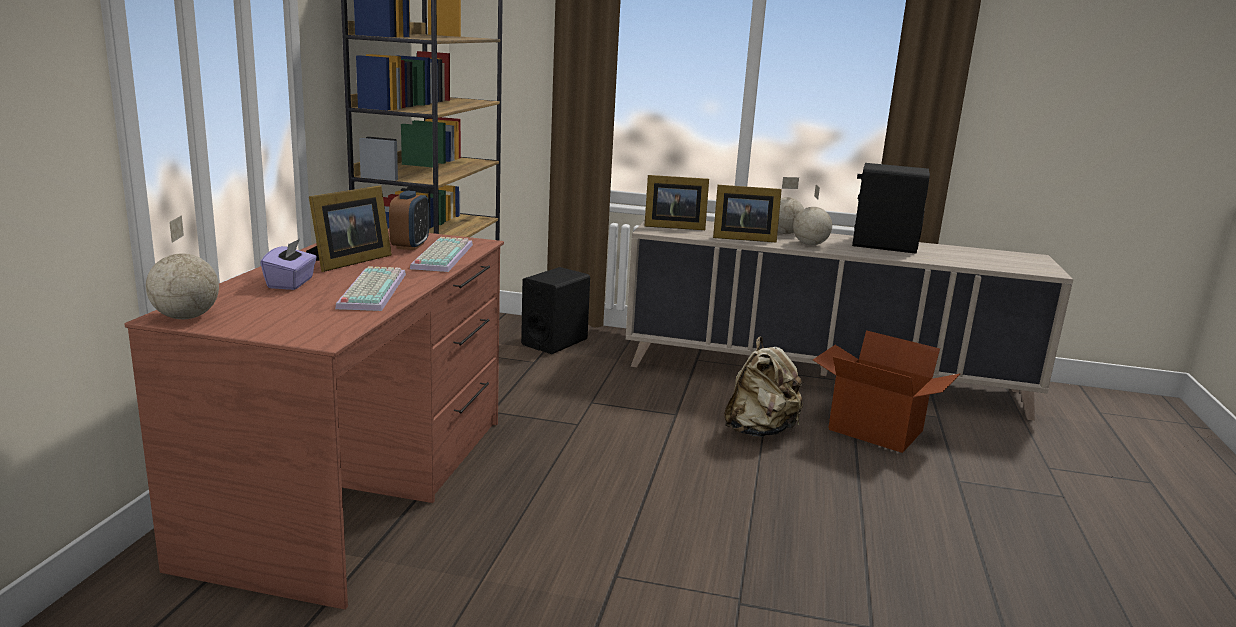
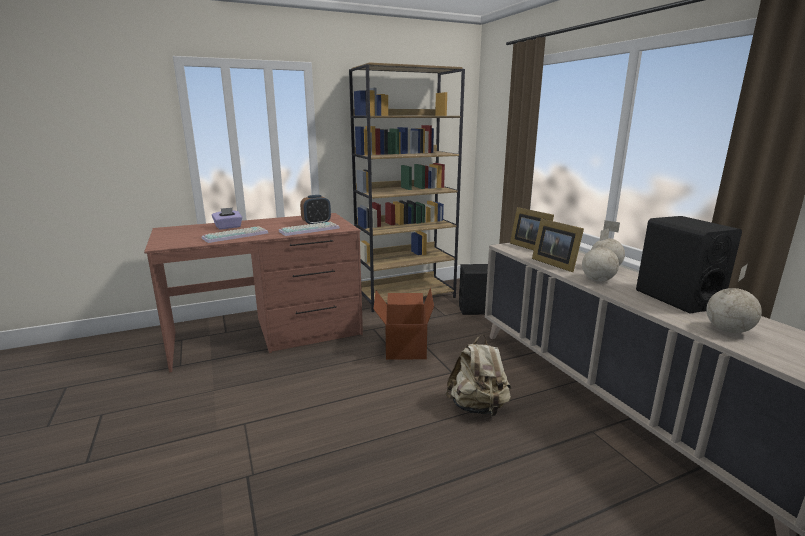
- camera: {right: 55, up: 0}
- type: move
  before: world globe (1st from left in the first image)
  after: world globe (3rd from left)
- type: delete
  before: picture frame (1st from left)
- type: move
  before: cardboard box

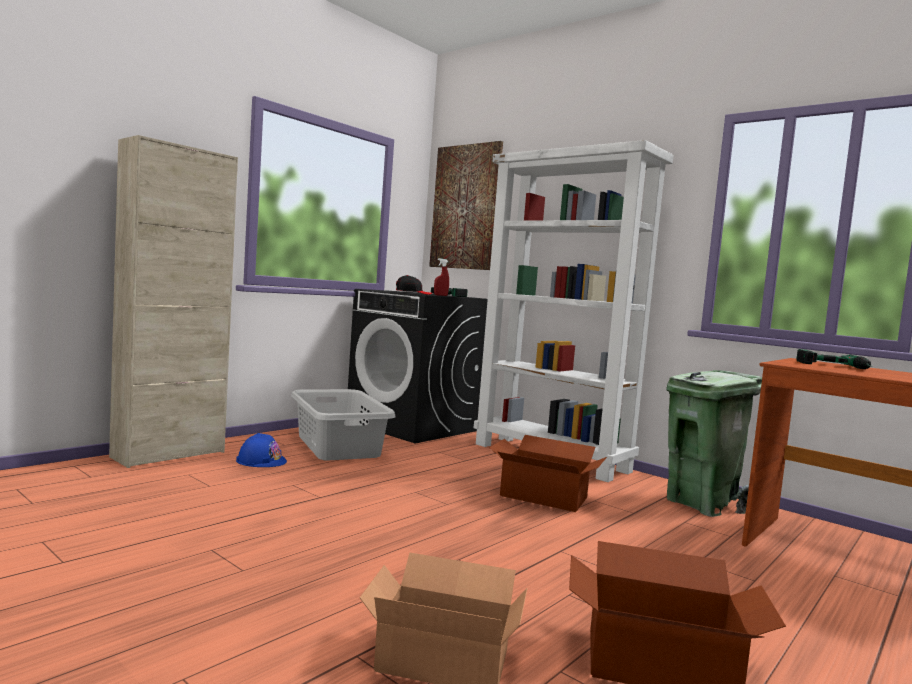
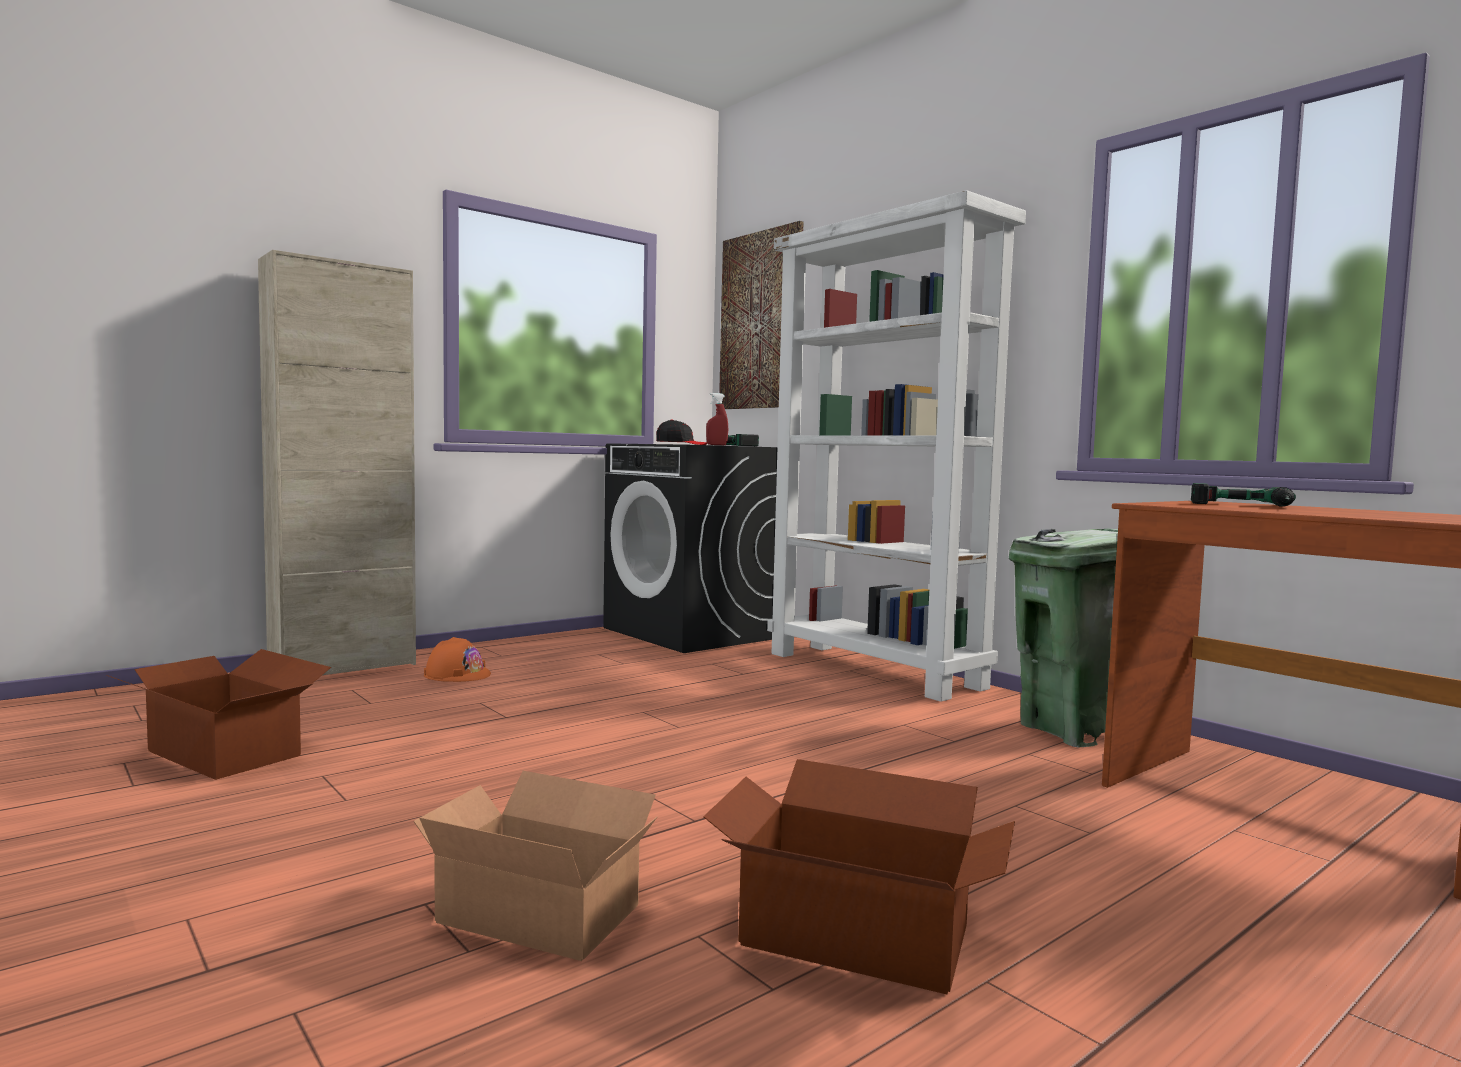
- camera: {right: 10, up: 0}
- type: recolor
  before: bluish safety helmet
  after: orange-coloured safety helmet
- type: delete
  before: gray washing basket
- type: move
  before: cardboard box (2nd from left in the first image)
  after: cardboard box (1st from left)

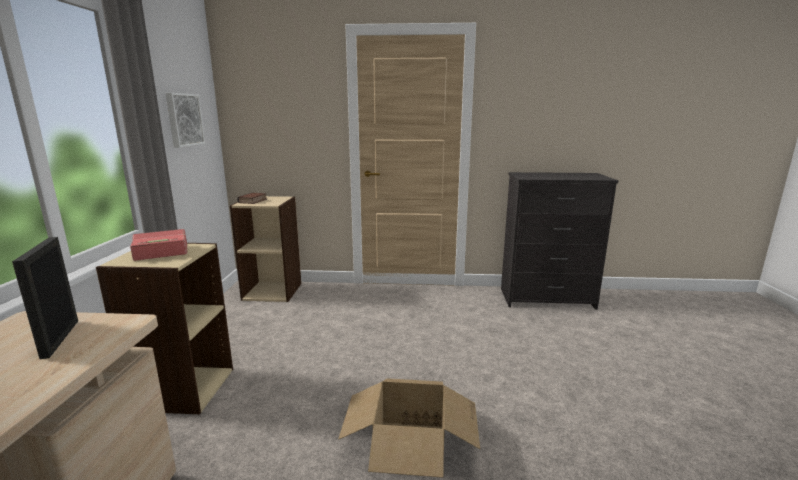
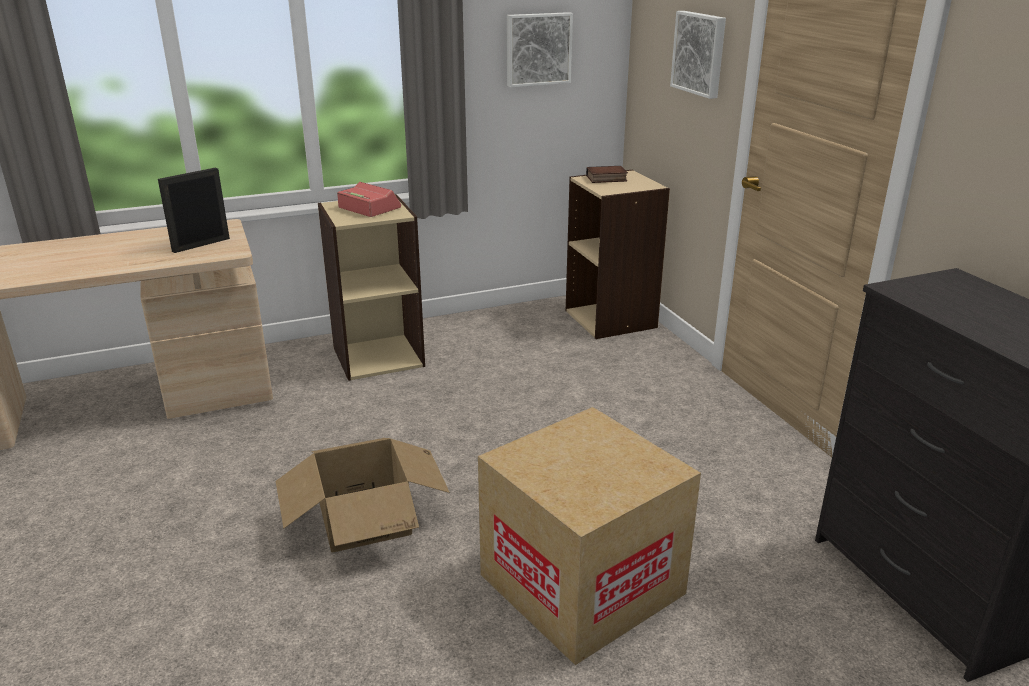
- camera: {right: 65, up: 10}
- type: insert
  after: cardboard box (2nd from left)
- type: insert
  after: wall picture (2nd from left)

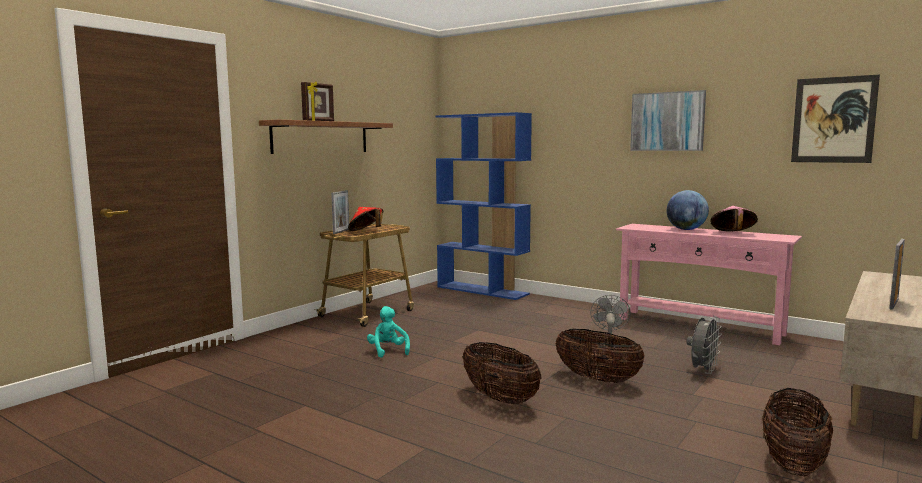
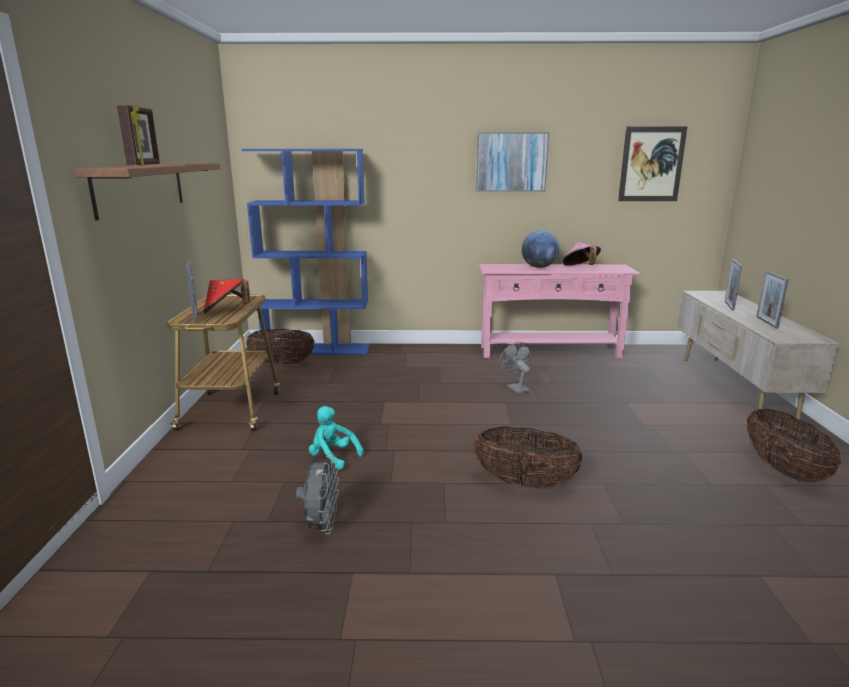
- camera: {right: -35, up: 10}
- type: move
  before: basket (2nd from left in the first image)
  after: basket (1st from left)
- type: move
  before: gray electric fan (2nd from left in the first image)
  after: gray electric fan (1st from left)
- type: insert
  after: picture frame (3rd from left)

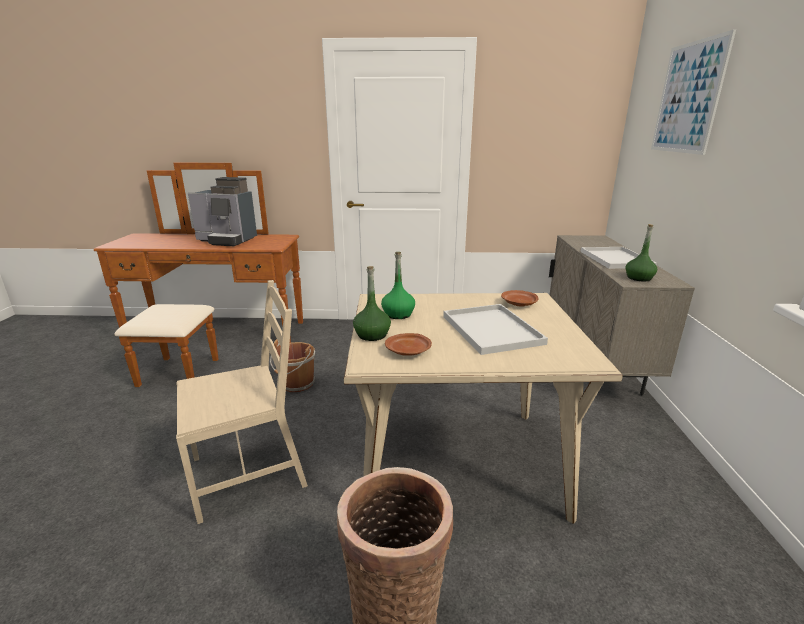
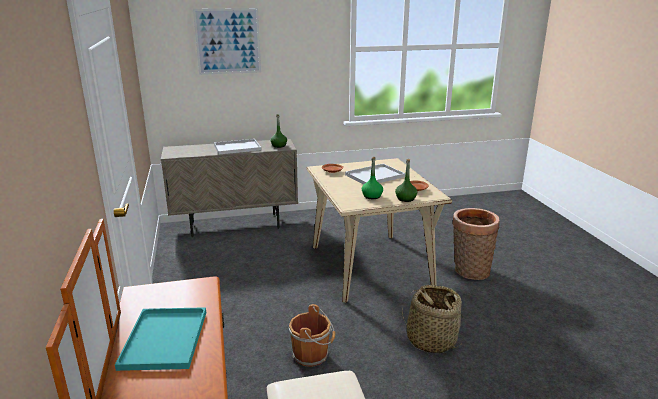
- camera: {right: -105, up: 0}
- type: replace
  before: sand-coloured upright chair
  after: basket (1st from left)
- type: replace
  before: coffee maker
  after: turquoise-coloured carrying tray

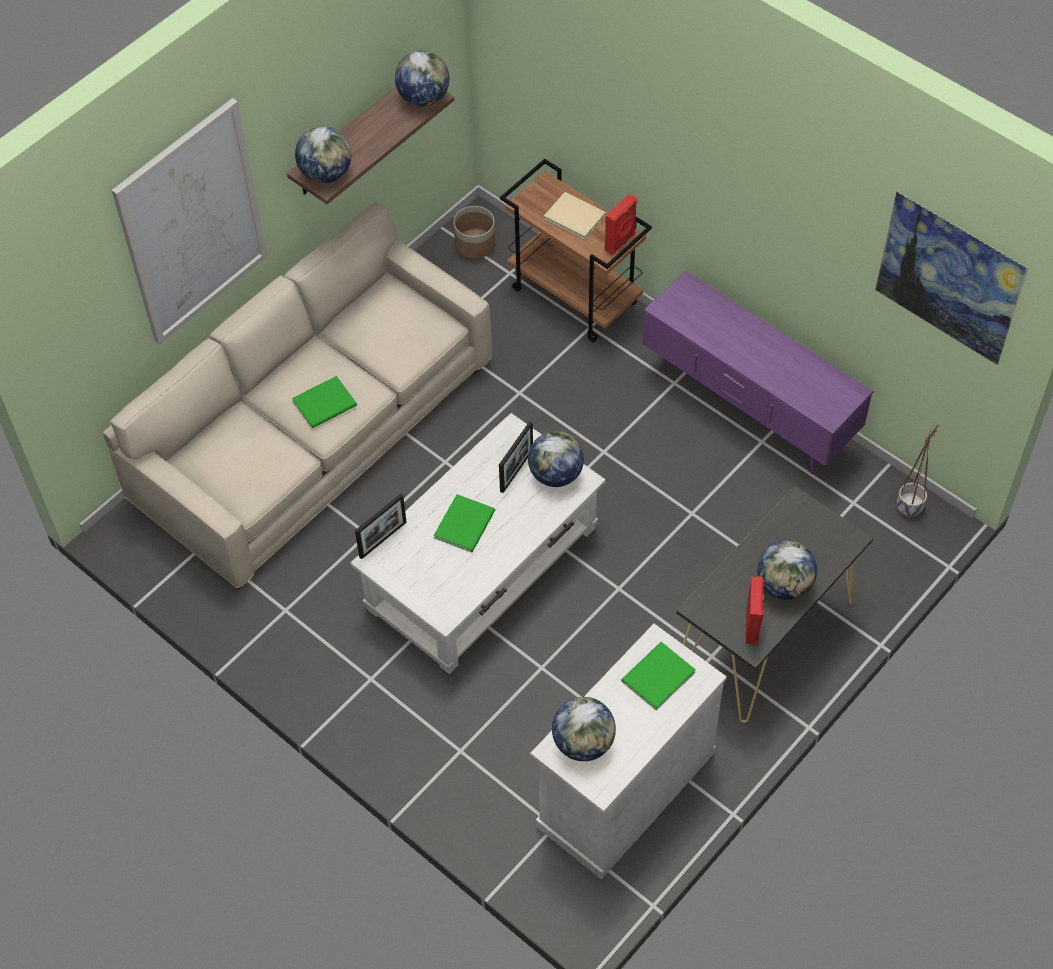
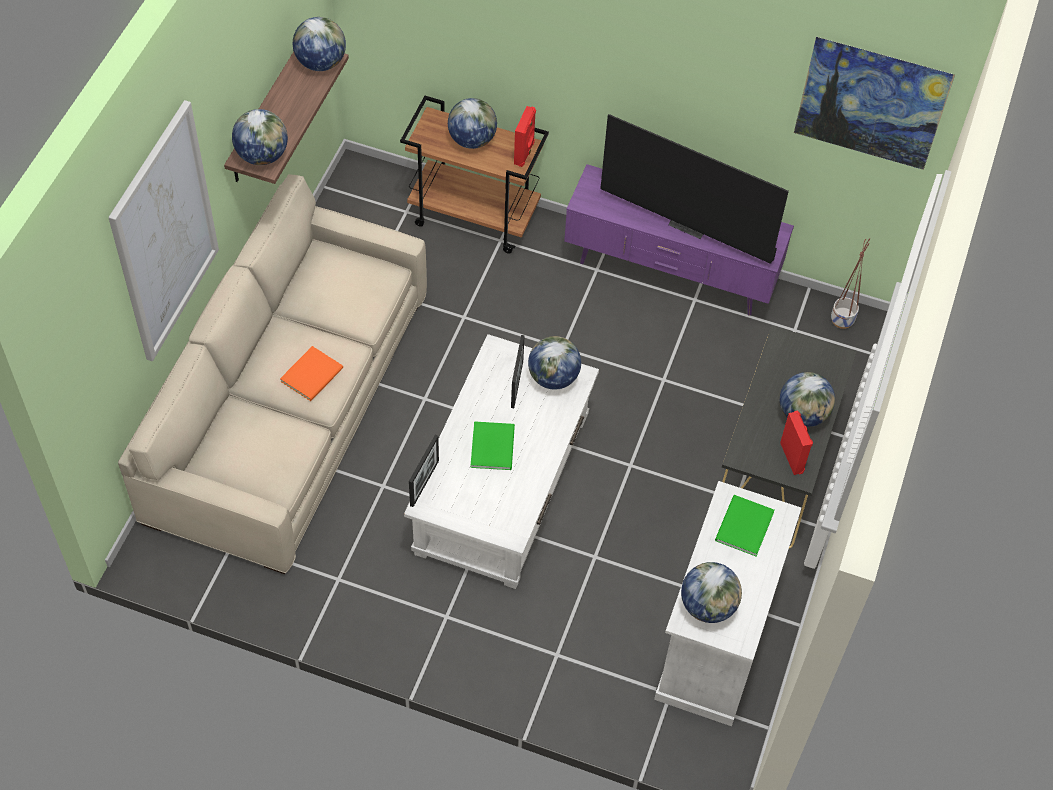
- camera: {right: -25, up: 0}
- type: recolor
  before: greenish bound book (1st from left)
  after: orange-coloured bound book
- type: delete
  before: flower pot (1st from left)
- type: replace
  before: sand-coloured bound book
  after: world globe (3rd from left)
- type: insert
  after: television

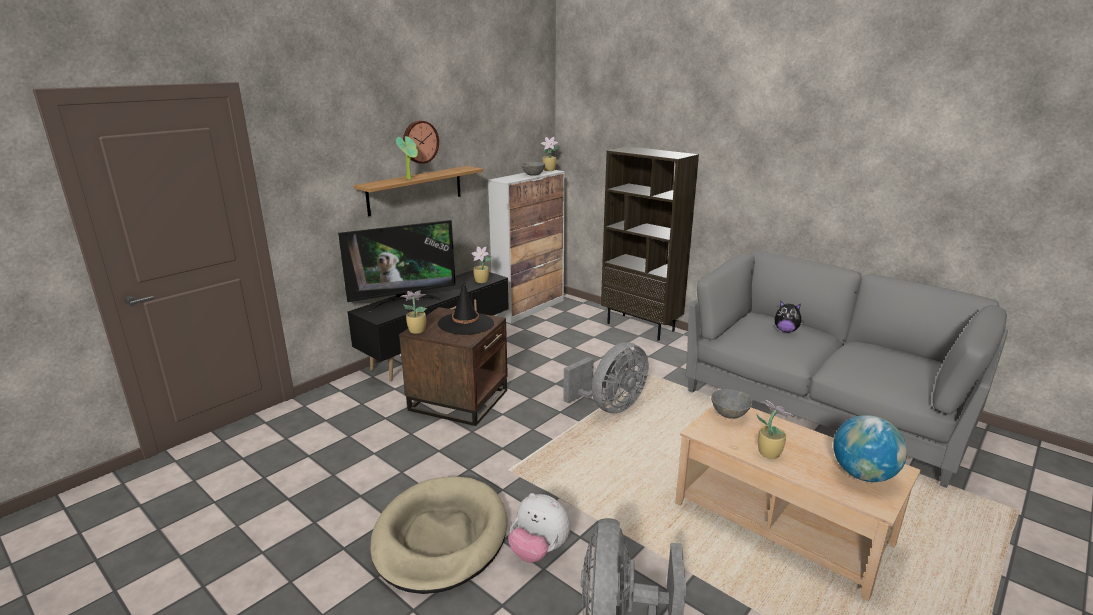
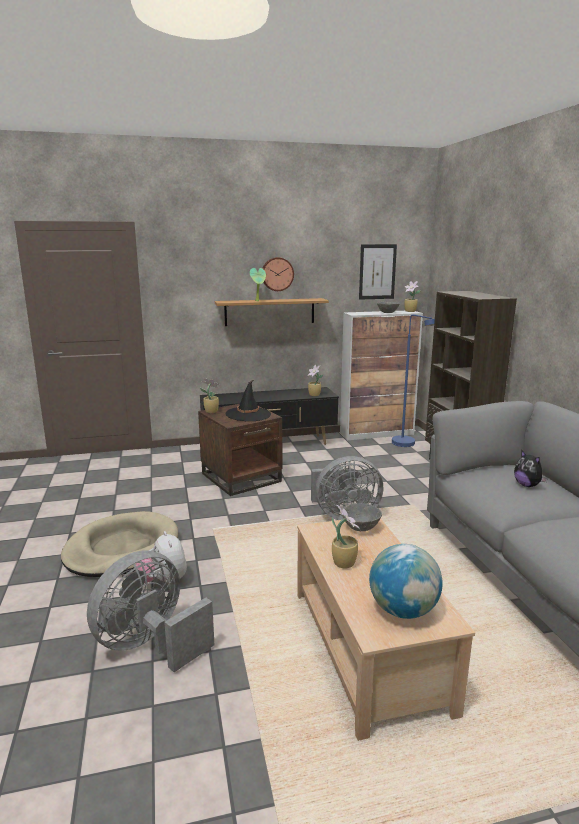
- camera: {right: 35, up: -5}
- type: delete
  before: television
- type: insert
  after: wall picture
- type: insert
  after: bluish standard lamp

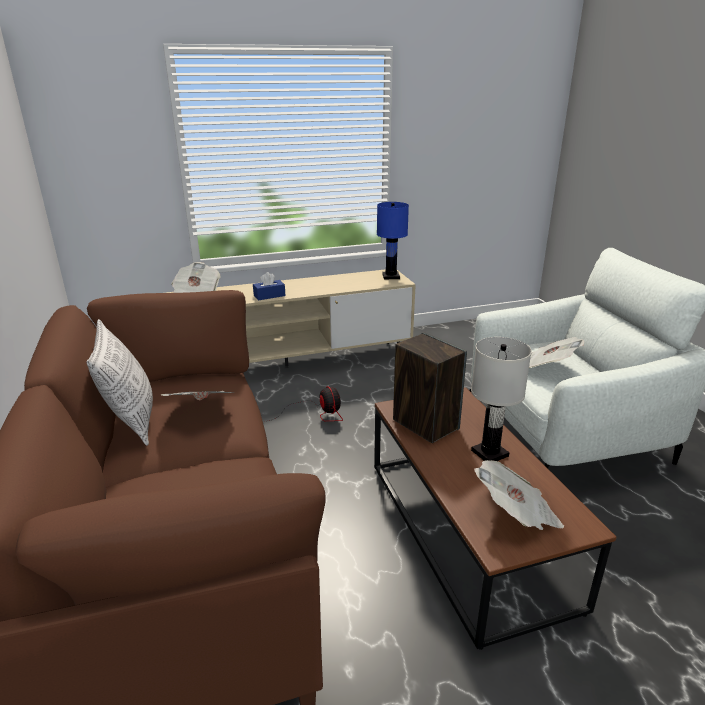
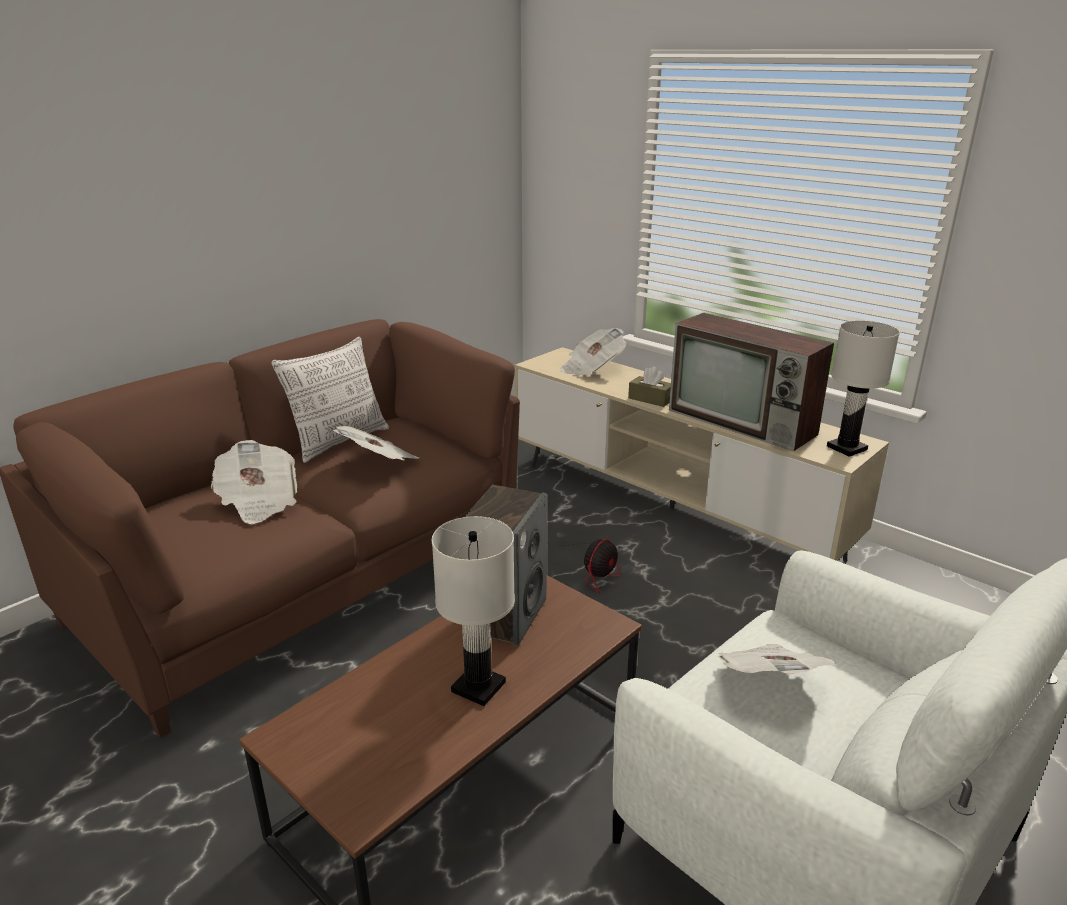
- camera: {right: 60, up: 0}
- type: recolor
  before: bluish box of tissues
  after: brown box of tissues
- type: recolor
  before: bluish lamp for a table
  after: whitish lamp for a table (2nd from left)
- type: move
  before: daily paper (3rd from left in the first image)
  after: daily paper (1st from left)
- type: insert
  after: television

